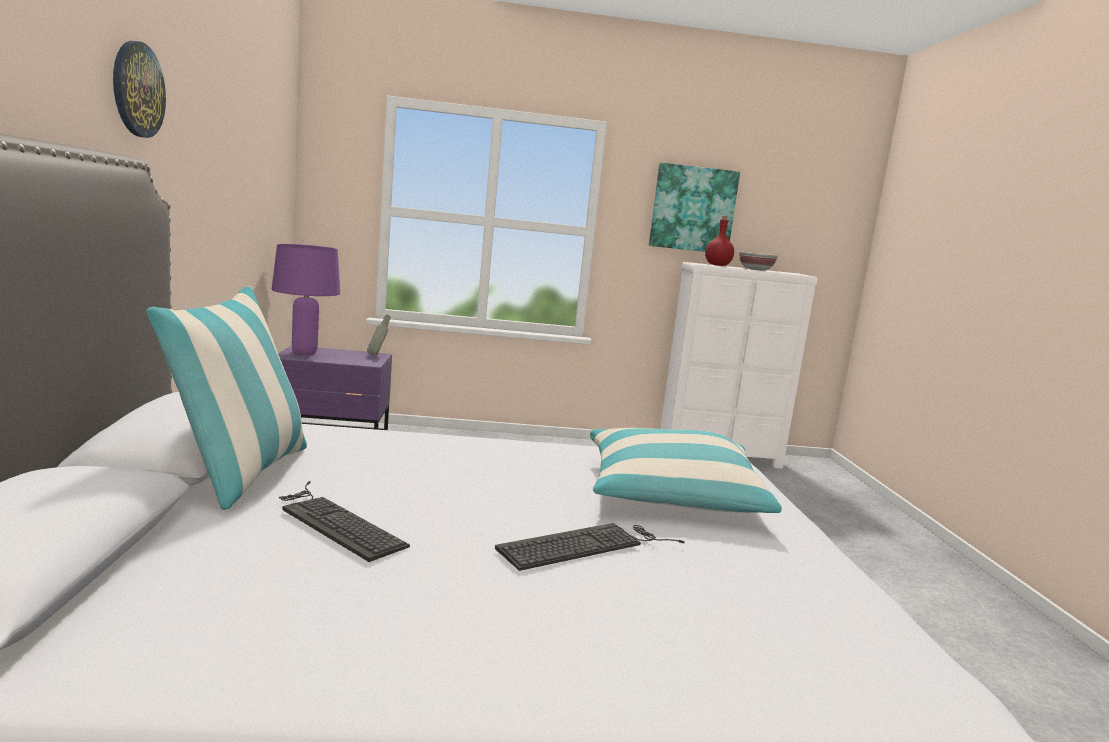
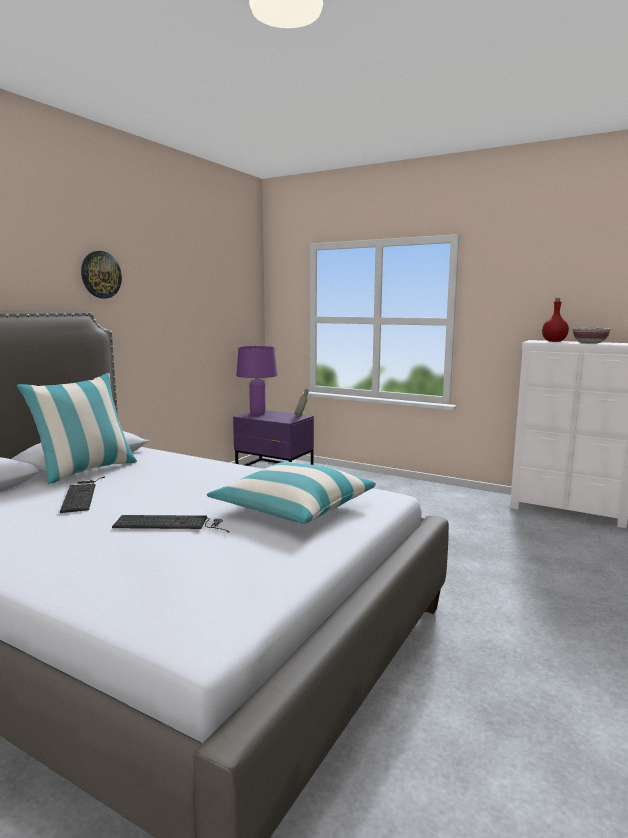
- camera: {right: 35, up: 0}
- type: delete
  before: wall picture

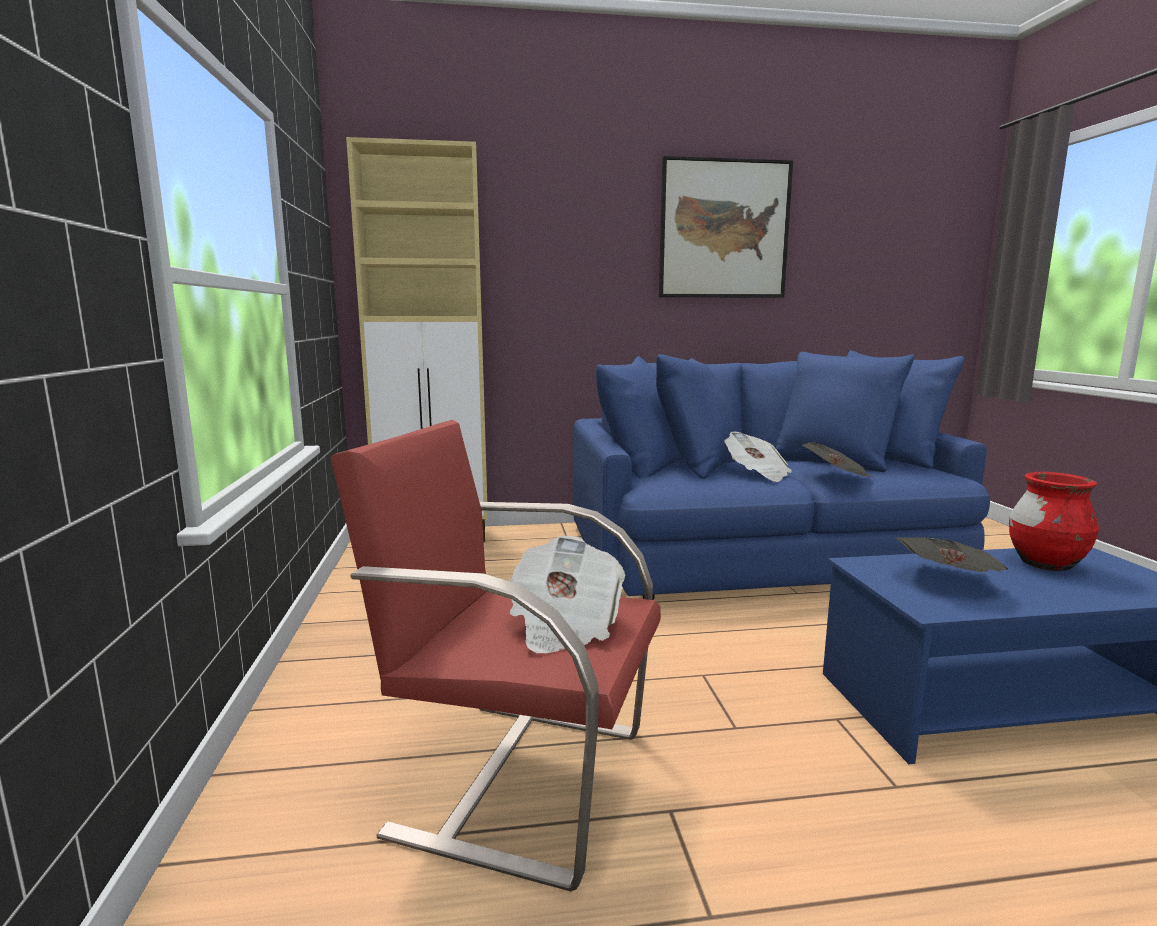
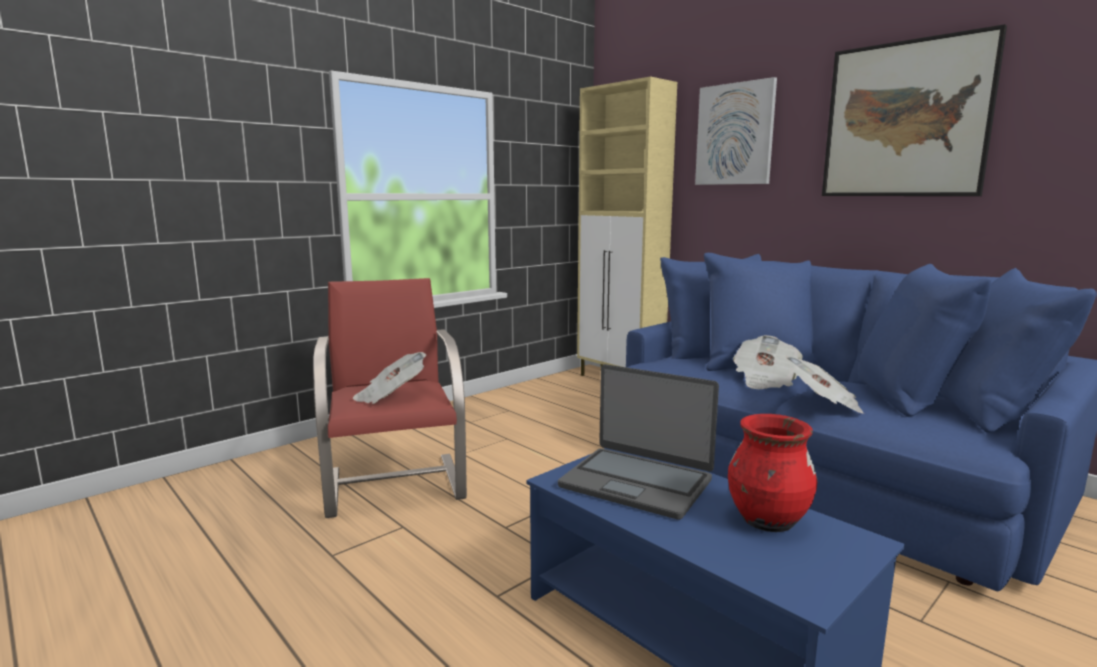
- camera: {right: 55, up: 0}
- type: replace
  before: daily paper (4th from left)
  after: notebook computer
- type: insert
  after: wall picture (1st from left)

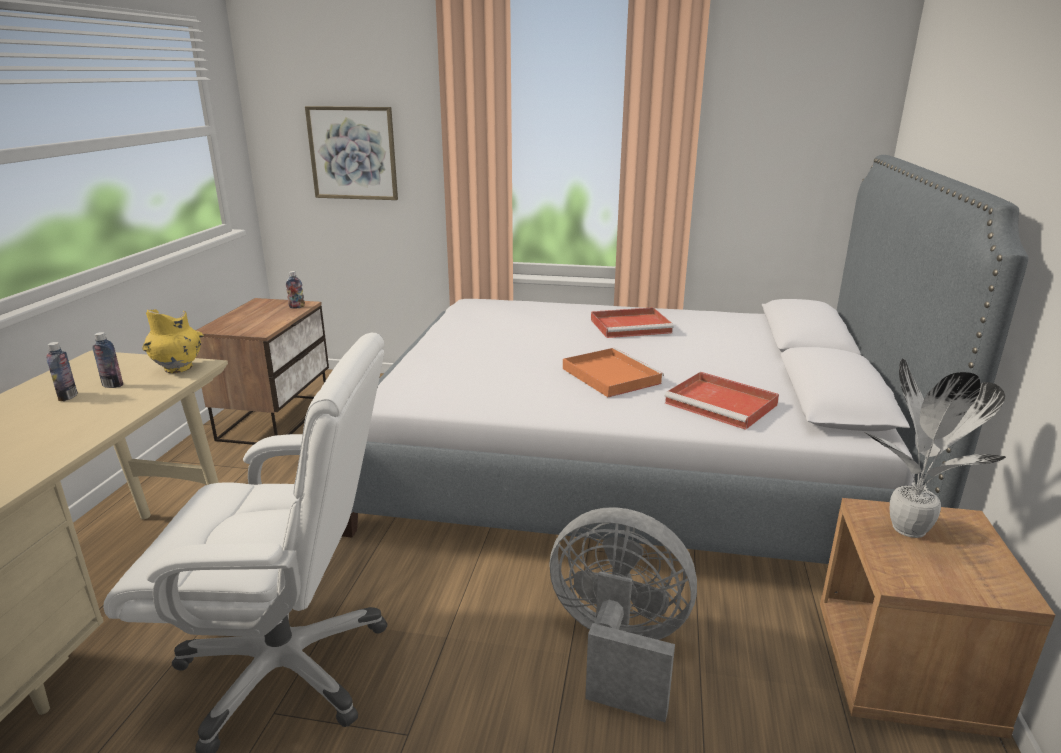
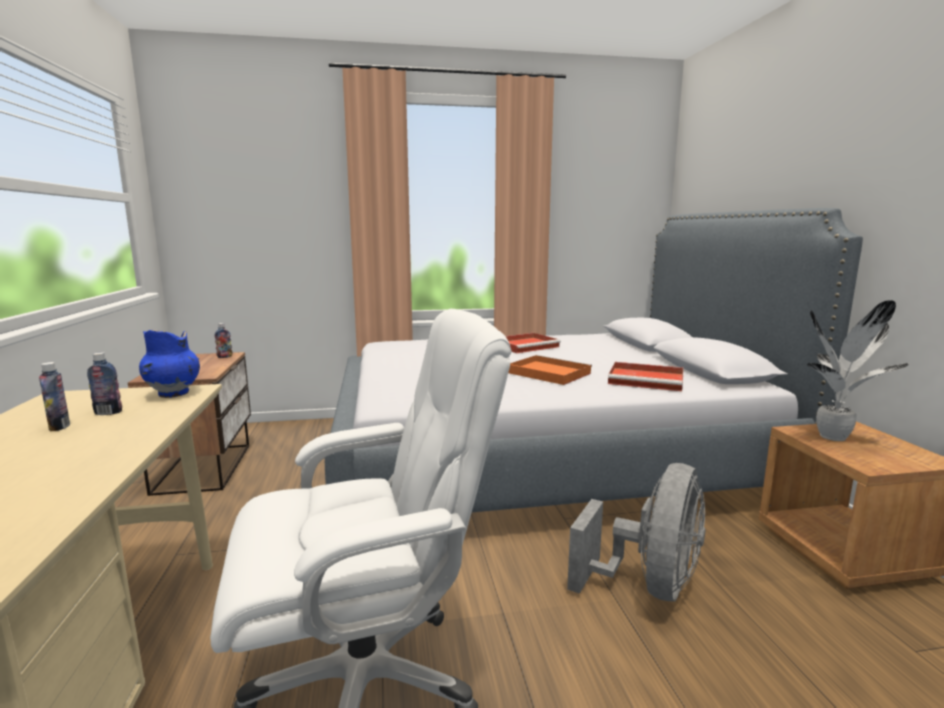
- camera: {right: -20, up: -10}
- type: recolor
  before: yellowish decorative vase
  after: bluish decorative vase
- type: delete
  before: wall picture
- type: rotate
  before: gray electric fan
  turn: 120

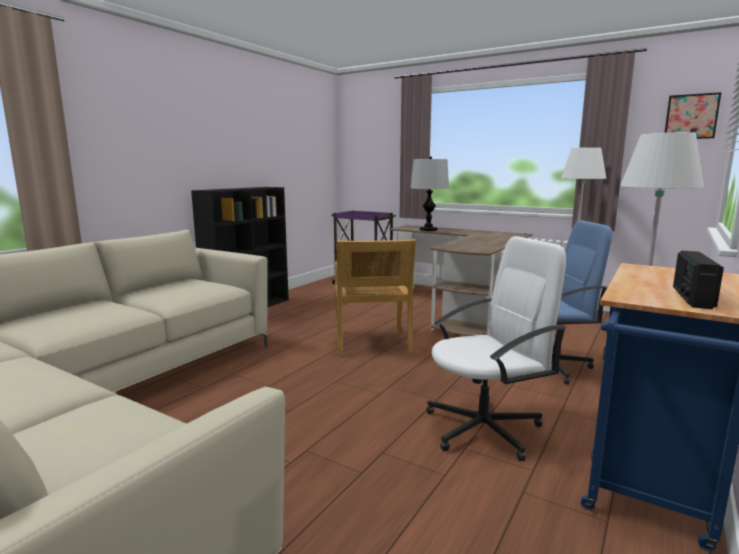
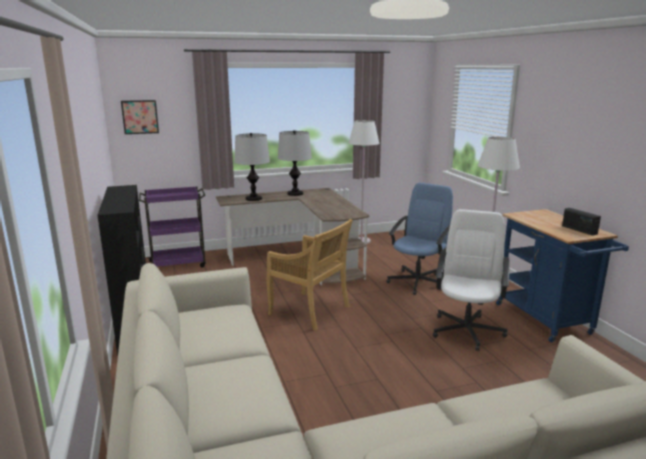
- camera: {right: -50, up: 5}
- type: move
  before: wall picture
- type: insert
  after: lamp for a table (2nd from left)

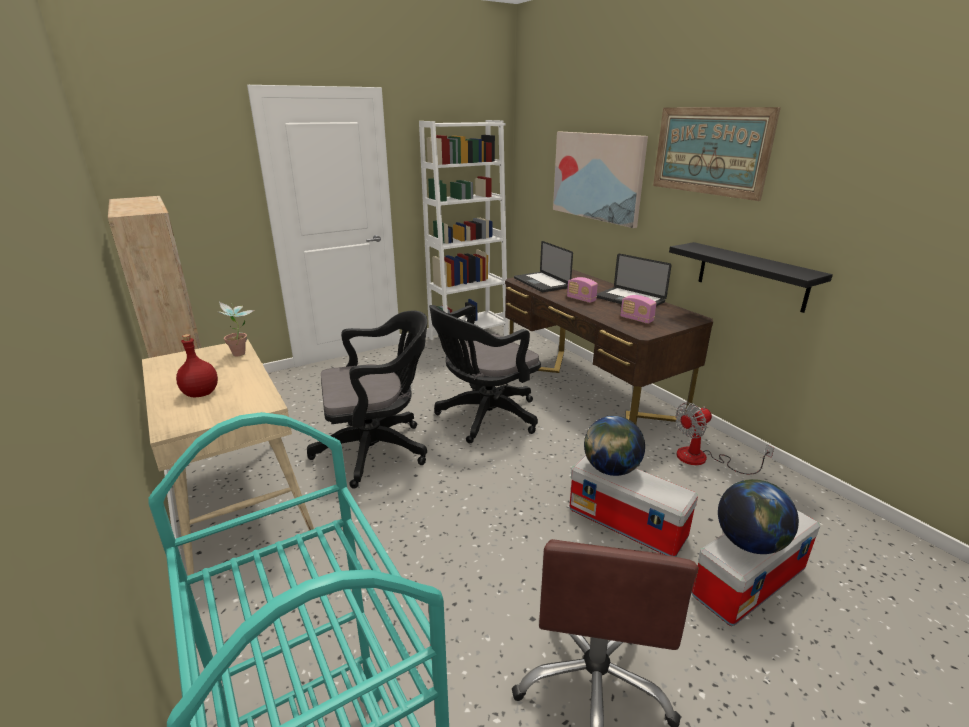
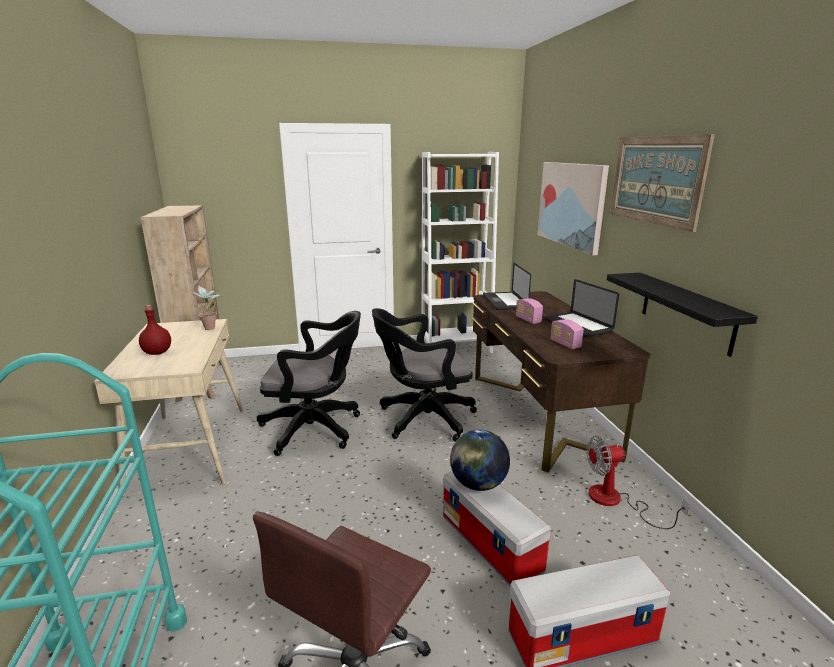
- camera: {right: 20, up: -5}
- type: delete
  before: world globe (2nd from left)

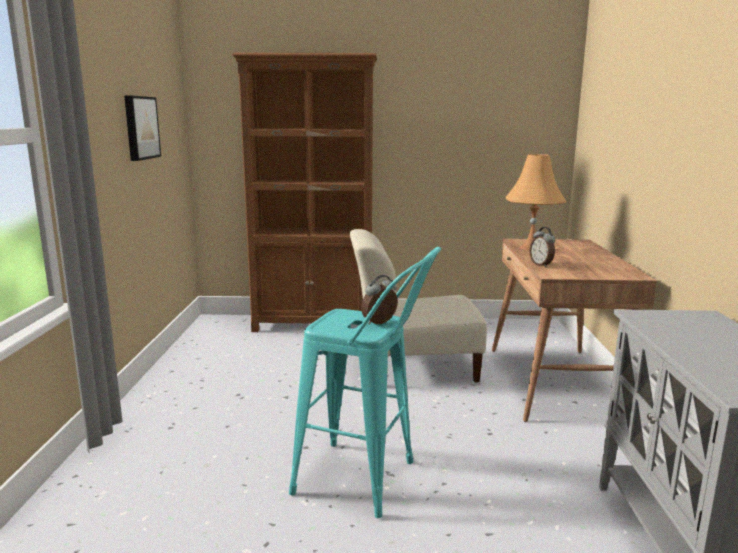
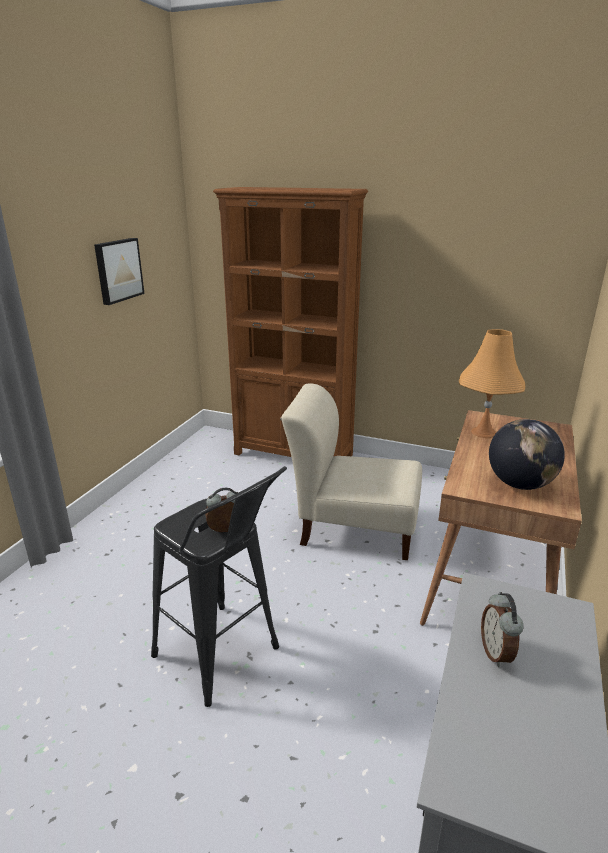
- camera: {right: 20, up: 10}
- type: recolor
  before: turquoise-coloured sitting stool
  after: blackish sitting stool
- type: move
  before: table clock (2nd from left)
- type: insert
  after: world globe

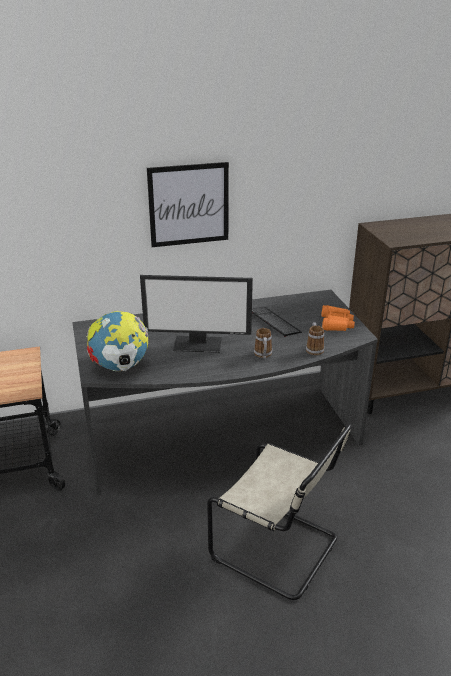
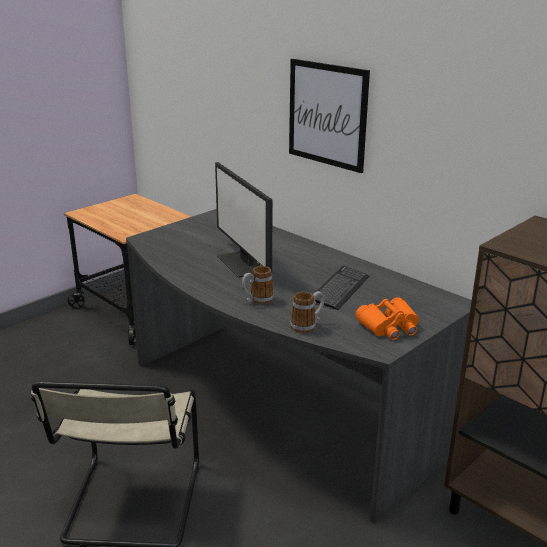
- camera: {right: 60, up: -5}
- type: delete
  before: world globe

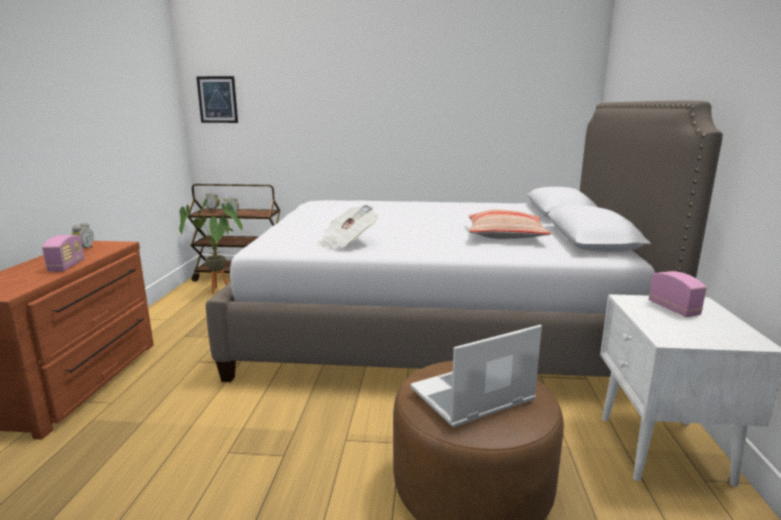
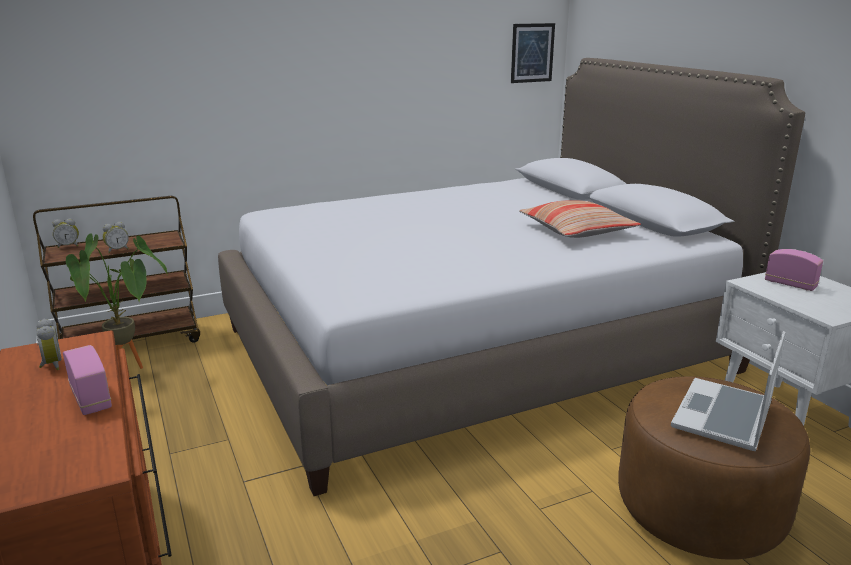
- camera: {right: -30, up: 5}
- type: move
  before: wall picture
- type: delete
  before: daily paper

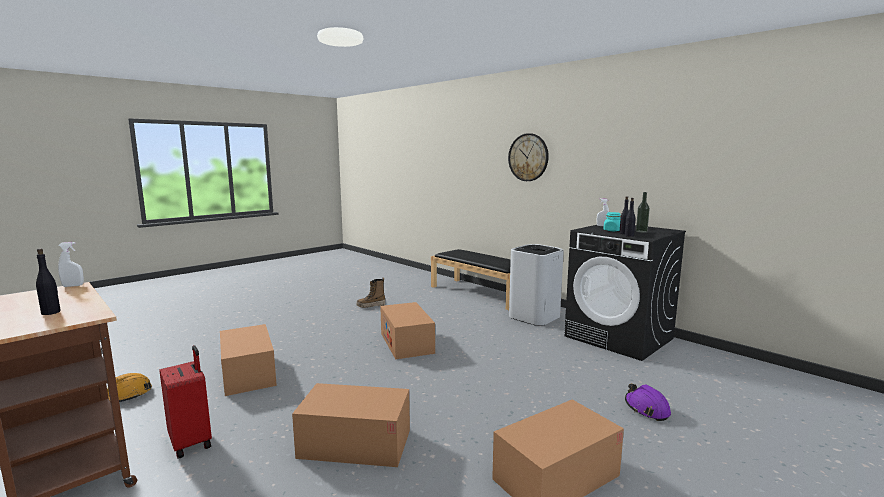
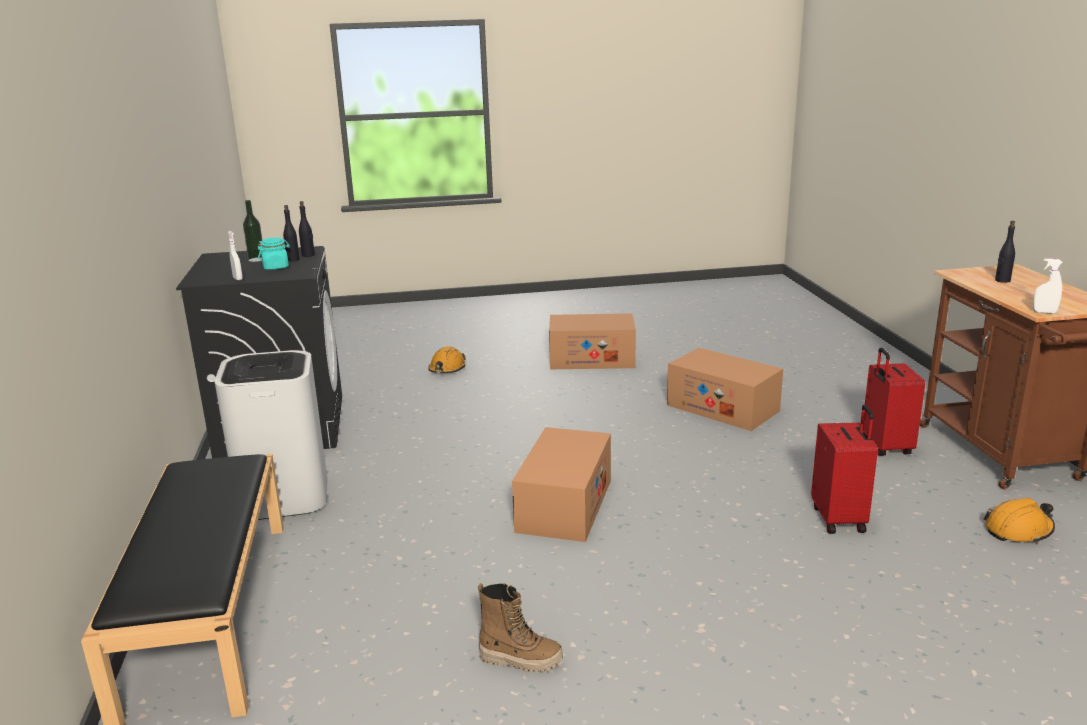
- camera: {right: -145, up: 10}
- type: replace
  before: cardboard box (1st from left)
  after: red-coloured suitcase (1st from left)
- type: delete
  before: clock on the wall
- type: recolor
  before: purple-coloured safety helmet
  after: orange-coloured safety helmet (1st from left)

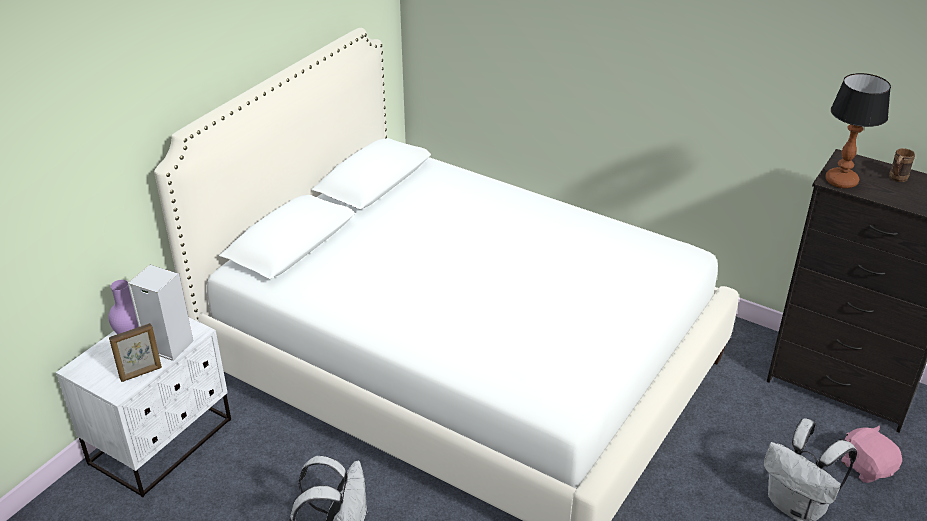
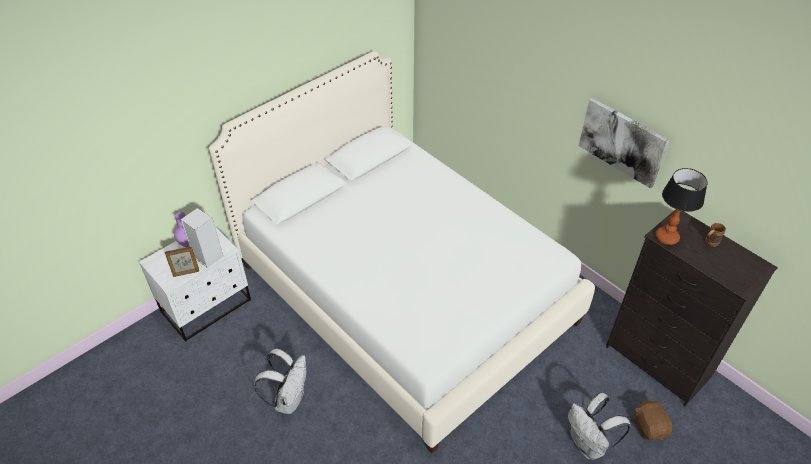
- camera: {right: 15, up: 10}
- type: recolor
  before: pink-coloured cuddly toy
  after: brown cuddly toy
- type: insert
  after: wall picture

